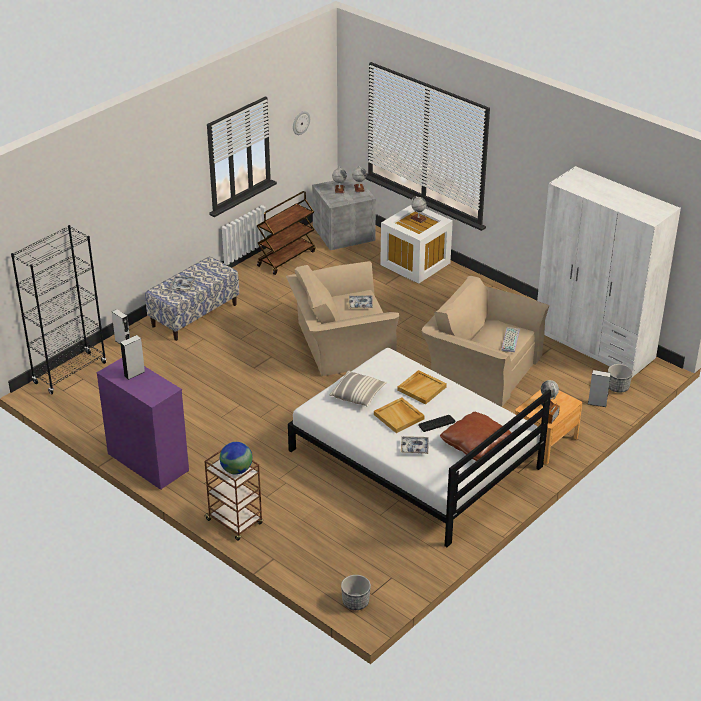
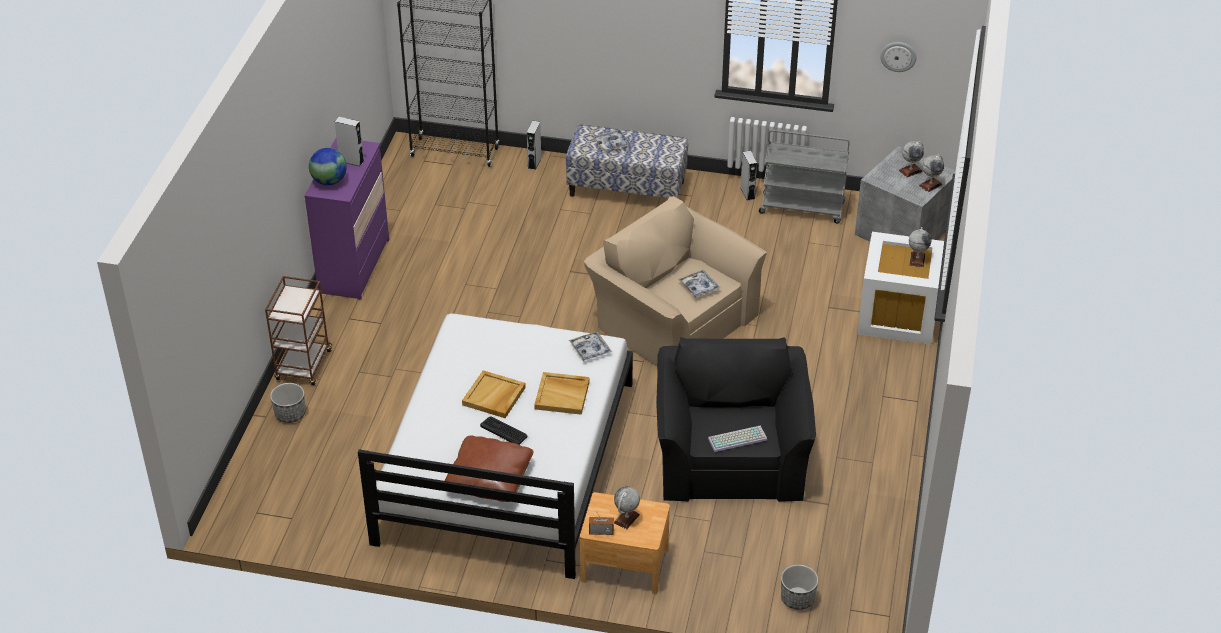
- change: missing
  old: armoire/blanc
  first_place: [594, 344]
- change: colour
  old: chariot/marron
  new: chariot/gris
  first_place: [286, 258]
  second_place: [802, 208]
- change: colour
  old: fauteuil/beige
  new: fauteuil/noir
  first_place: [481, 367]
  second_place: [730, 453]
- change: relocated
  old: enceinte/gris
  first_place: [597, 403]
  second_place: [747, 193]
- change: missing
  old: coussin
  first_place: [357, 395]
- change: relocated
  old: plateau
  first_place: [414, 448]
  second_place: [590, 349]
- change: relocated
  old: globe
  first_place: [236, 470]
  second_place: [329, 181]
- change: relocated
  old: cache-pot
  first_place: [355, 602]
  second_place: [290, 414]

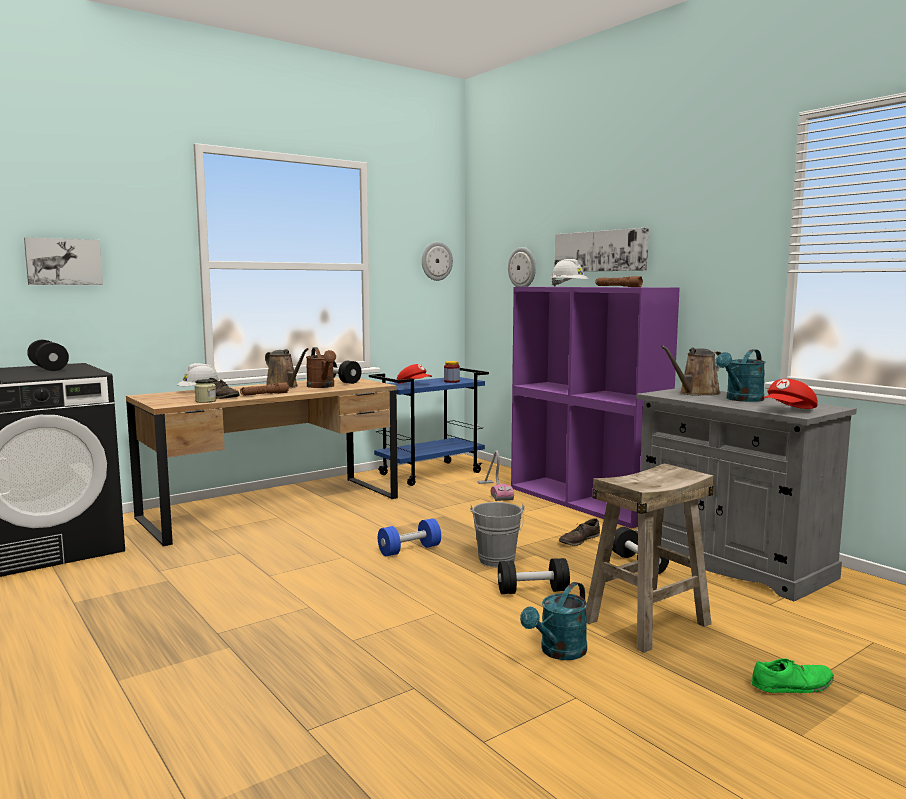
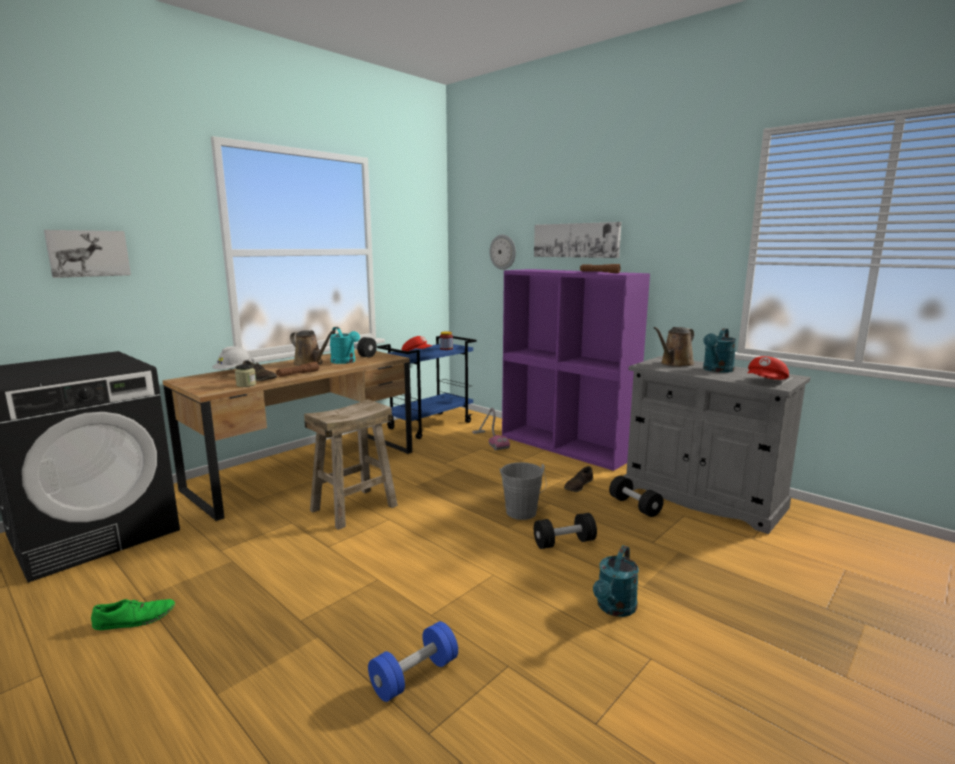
- change: missing
  old: horloge murale
  first_place: [436, 261]
- change: missing
  old: casque de chantier/blanc
  first_place: [568, 286]
- change: missing
  old: haltère/noir
  first_place: [48, 368]
- change: colour
  old: arrosoir/marron
  new: arrosoir/turquoise
  first_place: [322, 386]
  second_place: [345, 362]
- change: relocated
  old: tabouret/beige
  first_place: [647, 623]
  second_place: [354, 508]
- change: relocated
  old: haltère/bleu
  first_place: [409, 550]
  second_place: [414, 676]
- change: relocated
  old: chaussure/vert
  first_place: [792, 685]
  second_place: [135, 619]

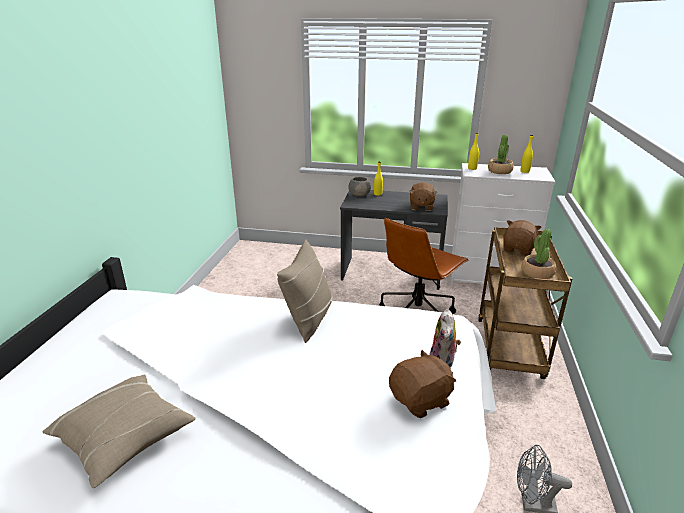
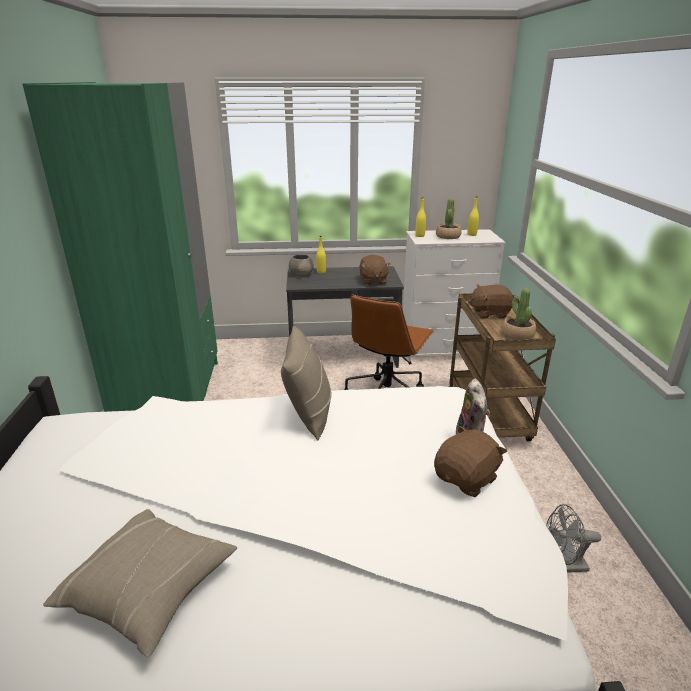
- change: spun
  old: peluche/marron
  first_place: [518, 249]
  second_place: [489, 313]
  degrees: -105
- change: appeared
  new: armoire/vert
  second_place: [171, 396]

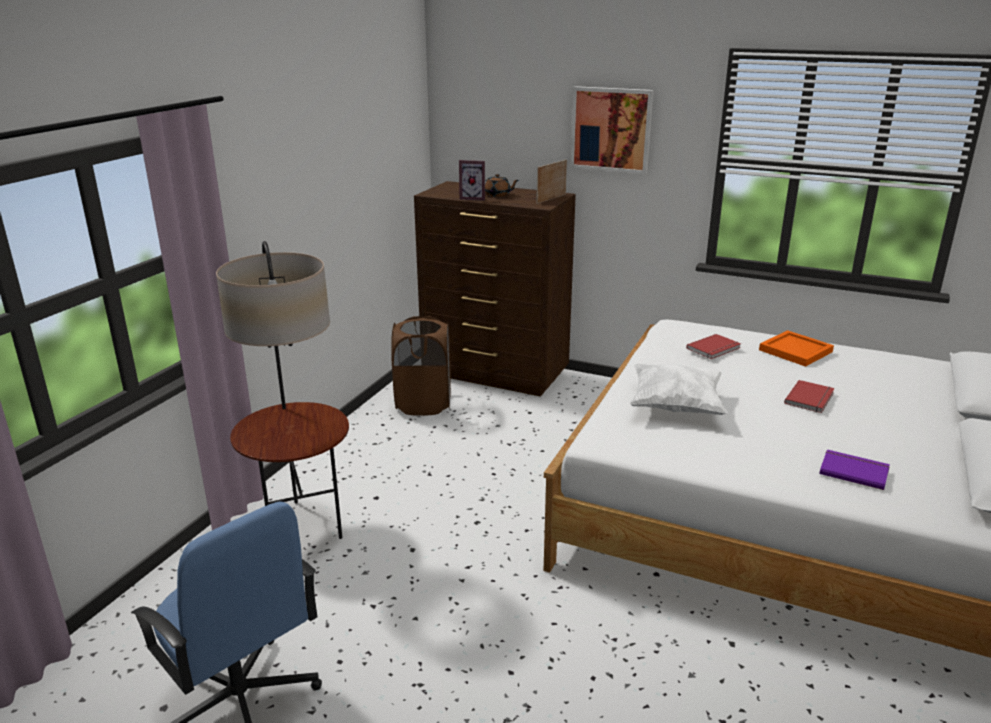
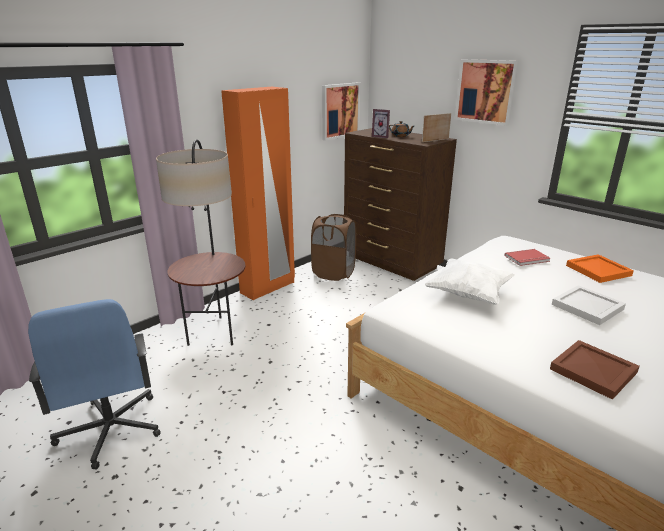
- change: exchanged
  old: livre/rouge
  new: plateau/blanc
  first_place: [811, 398]
  second_place: [588, 307]
- change: exchanged
  old: livre/violet
  new: plateau/marron
  first_place: [853, 471]
  second_place: [592, 370]
- change: appeared
  new: tableau
  second_place: [340, 110]
- change: appeared
  new: armoire/orange
  second_place: [268, 288]

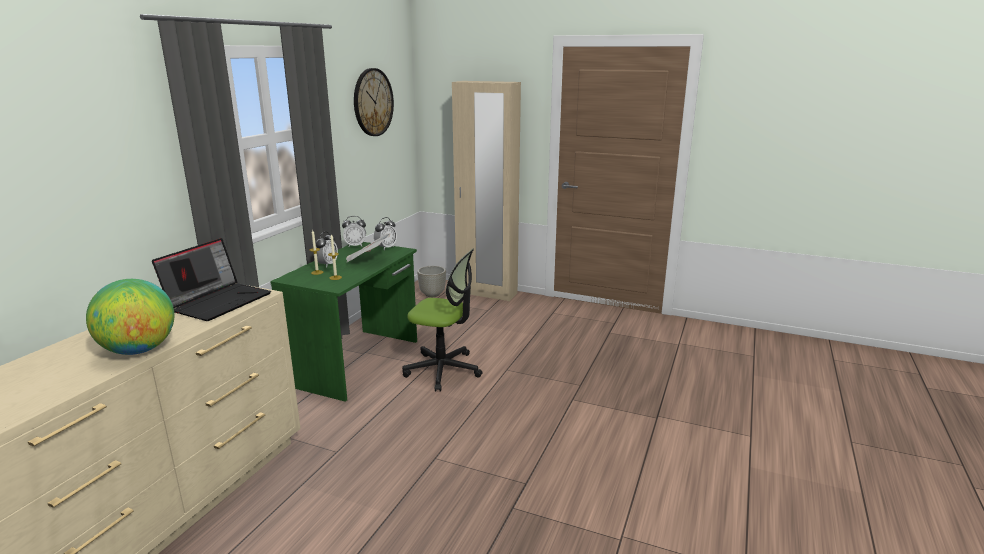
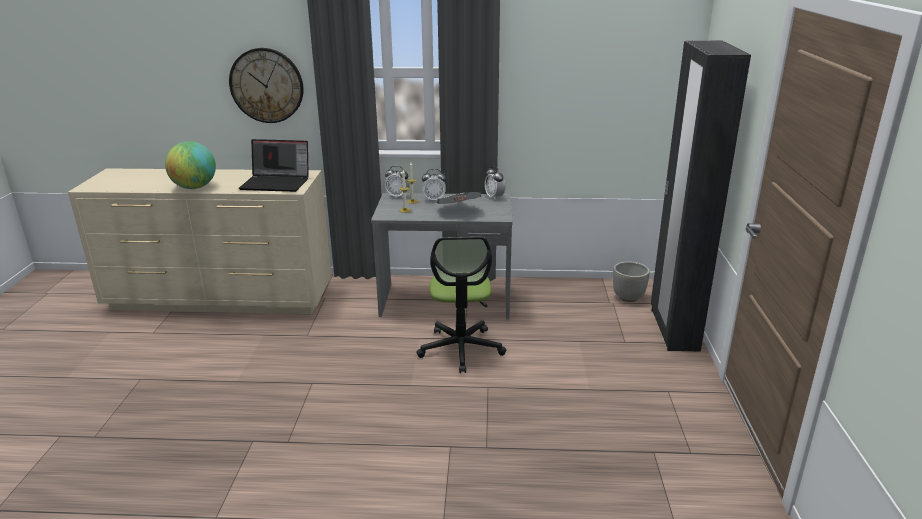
- change: relocated
  old: horloge murale
  first_place: [373, 102]
  second_place: [266, 85]
- change: colour
  old: armoire/beige
  new: armoire/noir
  first_place: [486, 293]
  second_place: [673, 330]
- change: relocated
  old: réveil
  first_place: [386, 248]
  second_place: [397, 196]
- change: colour
  old: bureau/vert
  new: bureau/gris
  first_place: [357, 362]
  second_place: [446, 302]

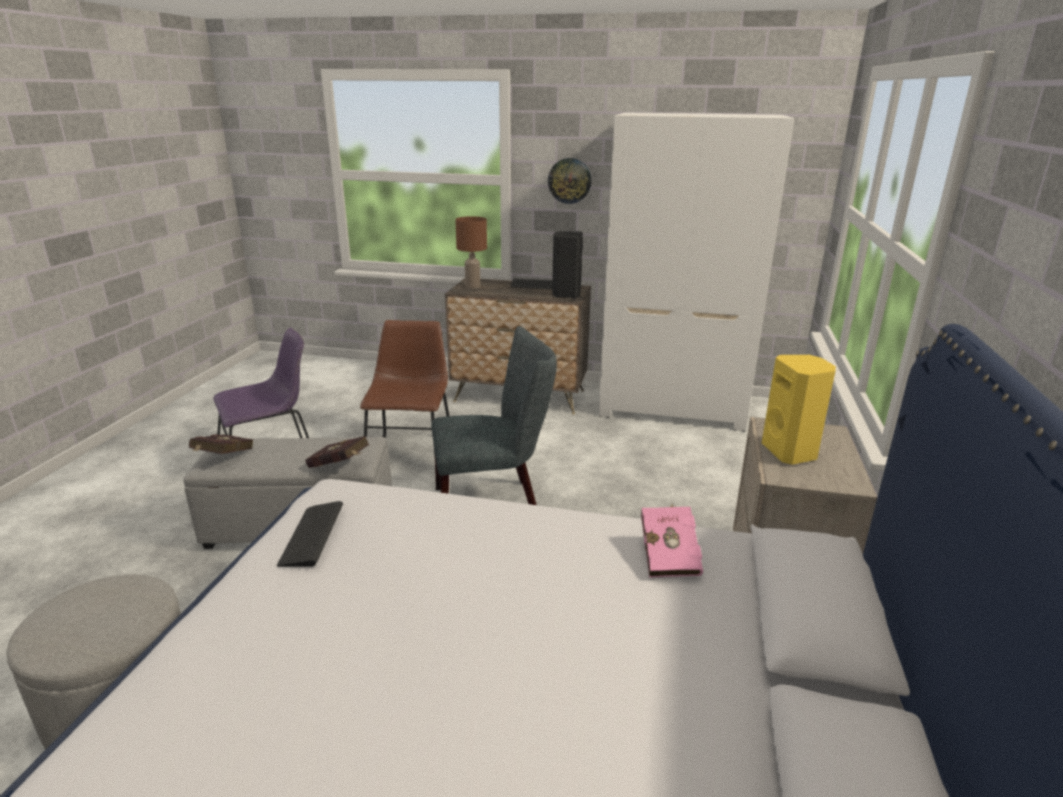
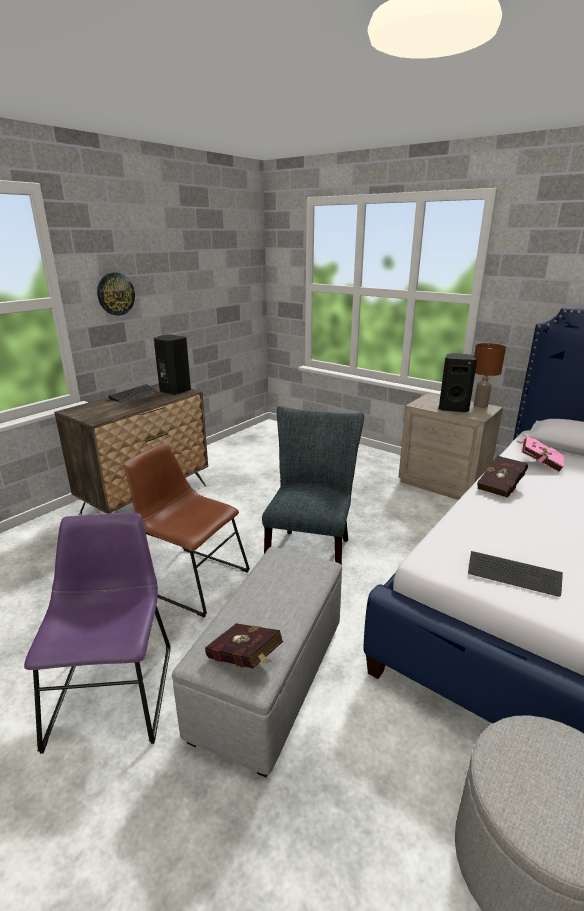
- change: missing
  old: armoire/blanc
  first_place: [673, 406]
- change: relocated
  old: lampe de table/marron
  first_place: [473, 286]
  second_place: [480, 405]
- change: colour
  old: enceinte/jaune
  new: enceinte/noir
  first_place: [791, 452]
  second_place: [453, 408]
- change: relocated
  old: livre/rouge
  first_place: [340, 466]
  second_place: [501, 486]

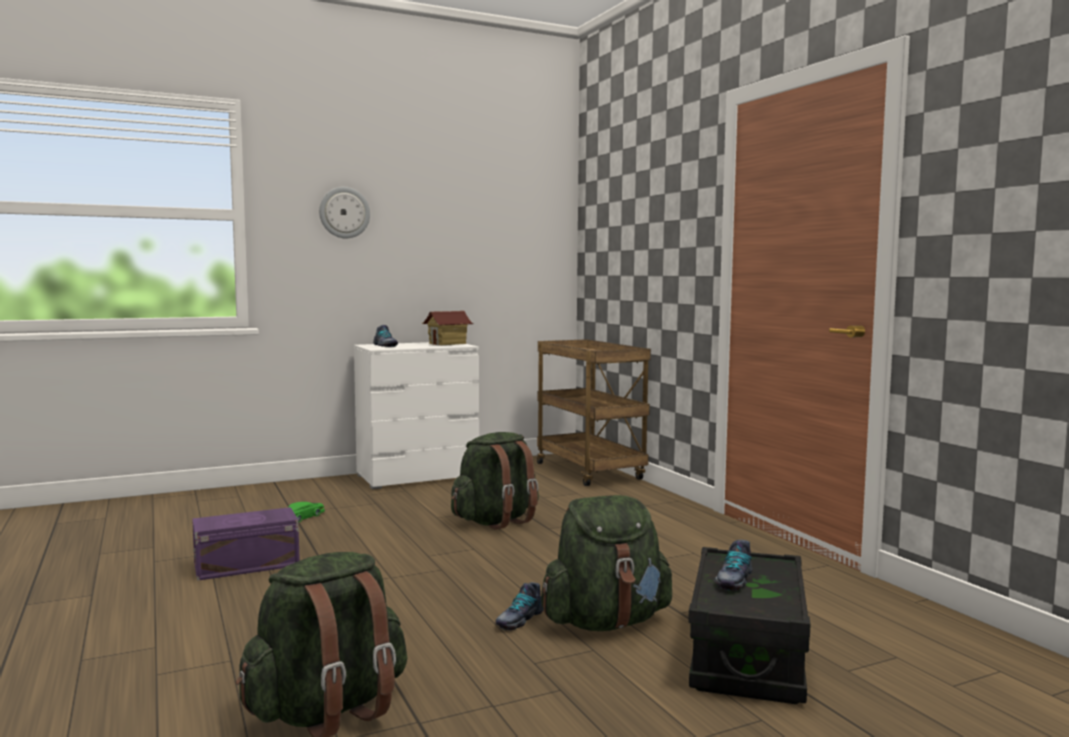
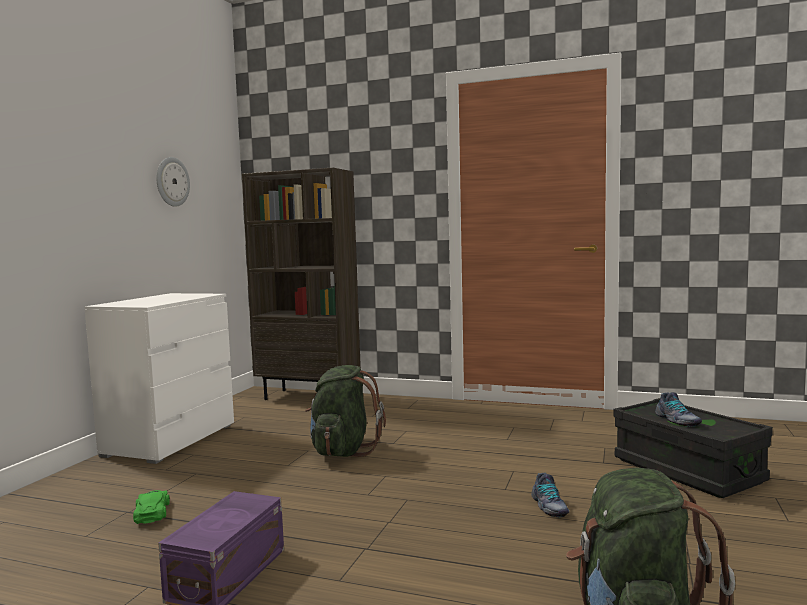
- change: relocated
  old: horloge murale
  first_place: [344, 212]
  second_place: [172, 182]
- change: missing
  old: maison miniature
  first_place: [448, 344]
- change: missing
  old: chaussure
  first_place: [385, 345]
- change: exchanged
  old: chariot/marron
  new: bibliothèque/marron
  first_place: [591, 472]
  second_place: [309, 397]
- change: missing
  old: sac à dos/vert
  first_place: [606, 622]

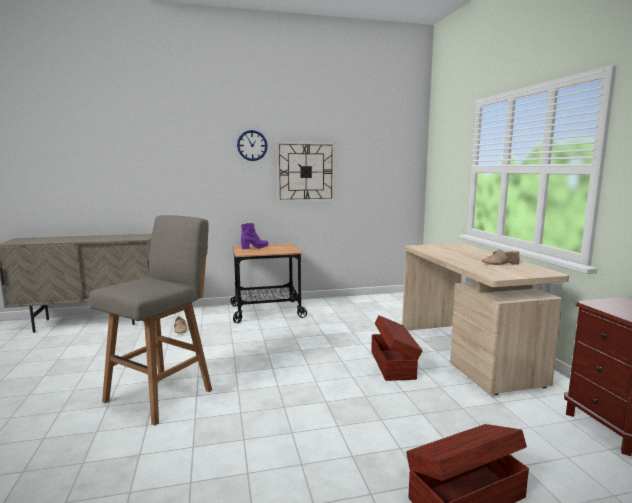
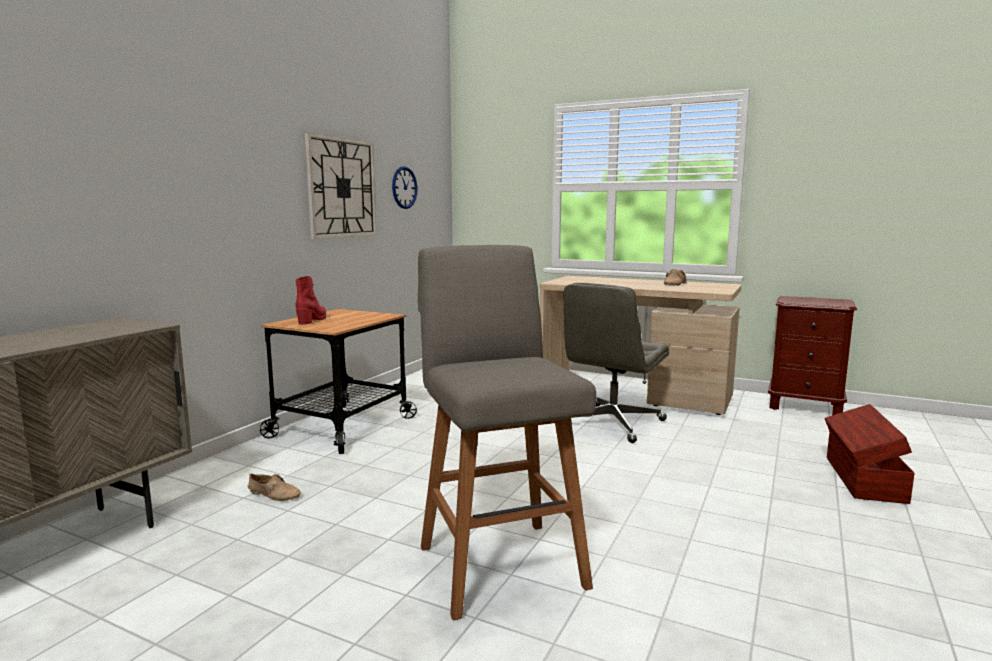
- change: relocated
  old: horloge murale
  first_place: [252, 145]
  second_place: [404, 187]
- change: colour
  old: botte/violet
  new: botte/rouge
  first_place: [255, 247]
  second_place: [312, 320]
- change: exchanged
  old: boîte de rangement/marron
  new: chaise de bureau/gris
  first_place: [393, 364]
  second_place: [612, 424]

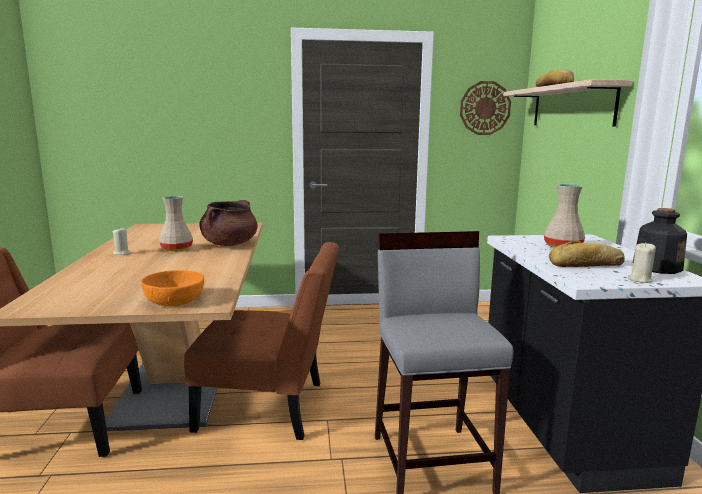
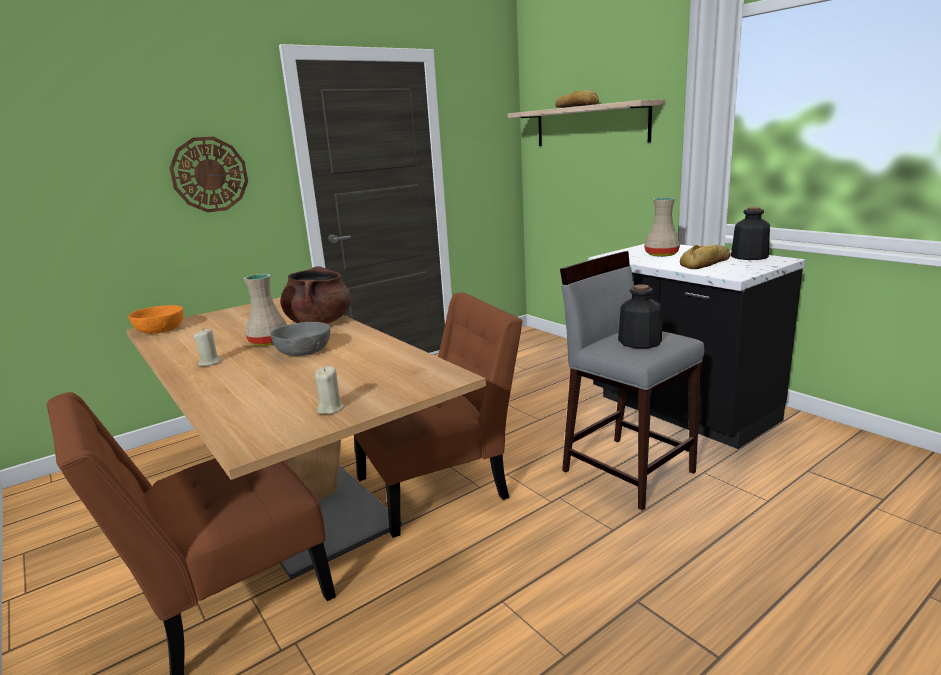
- change: relocated
  old: horloge murale
  first_place: [485, 108]
  second_place: [209, 174]
- change: relocated
  old: bougie/beige
  first_place: [640, 280]
  second_place: [330, 409]
- change: relocated
  old: bol/orange
  first_place: [175, 300]
  second_place: [160, 330]
- change: appeared
  new: bouteille
  second_place: [639, 342]
- change: appeared
  new: bol/gris
  second_place: [303, 351]

